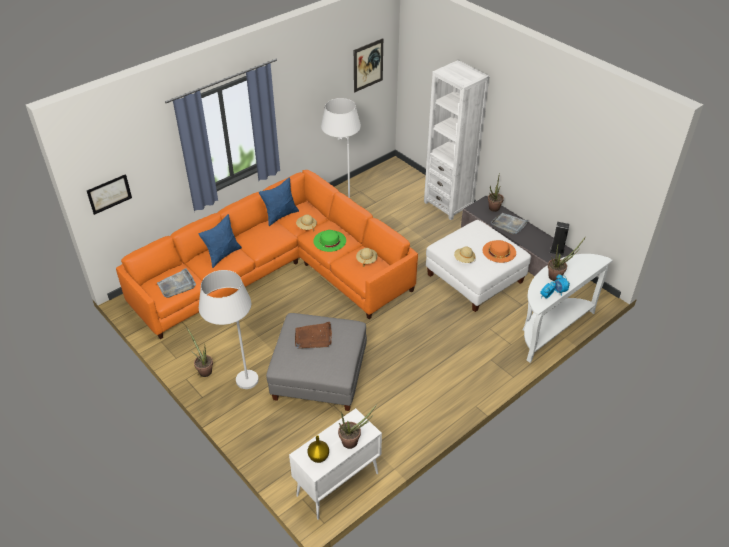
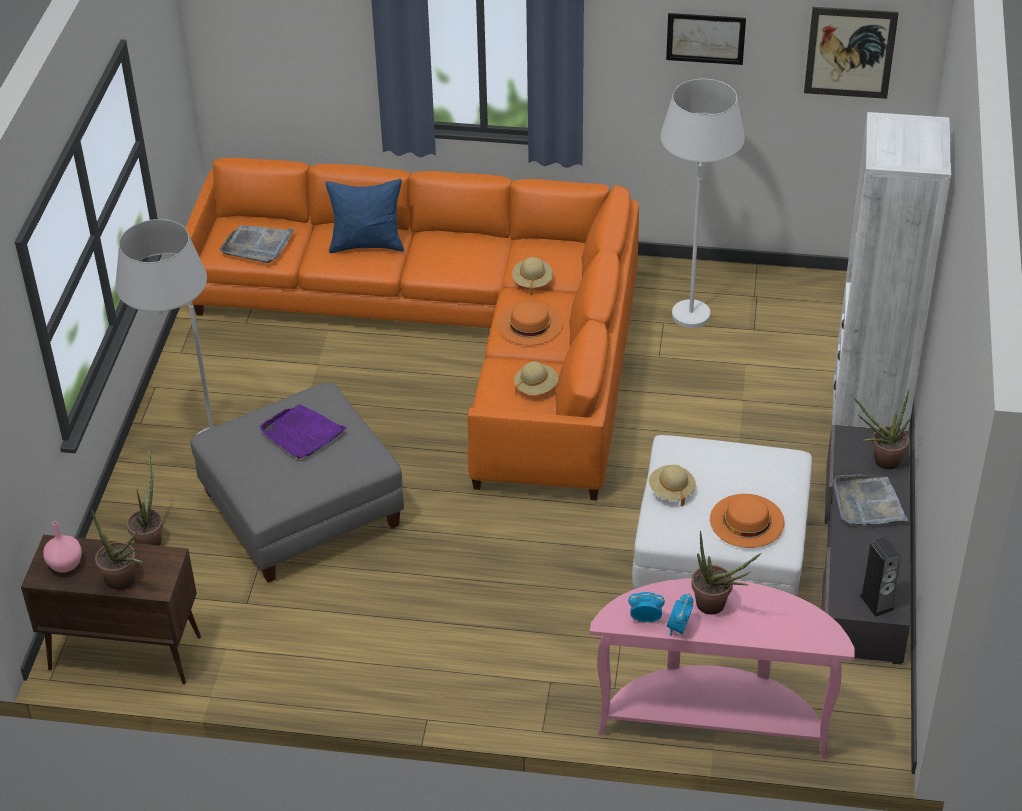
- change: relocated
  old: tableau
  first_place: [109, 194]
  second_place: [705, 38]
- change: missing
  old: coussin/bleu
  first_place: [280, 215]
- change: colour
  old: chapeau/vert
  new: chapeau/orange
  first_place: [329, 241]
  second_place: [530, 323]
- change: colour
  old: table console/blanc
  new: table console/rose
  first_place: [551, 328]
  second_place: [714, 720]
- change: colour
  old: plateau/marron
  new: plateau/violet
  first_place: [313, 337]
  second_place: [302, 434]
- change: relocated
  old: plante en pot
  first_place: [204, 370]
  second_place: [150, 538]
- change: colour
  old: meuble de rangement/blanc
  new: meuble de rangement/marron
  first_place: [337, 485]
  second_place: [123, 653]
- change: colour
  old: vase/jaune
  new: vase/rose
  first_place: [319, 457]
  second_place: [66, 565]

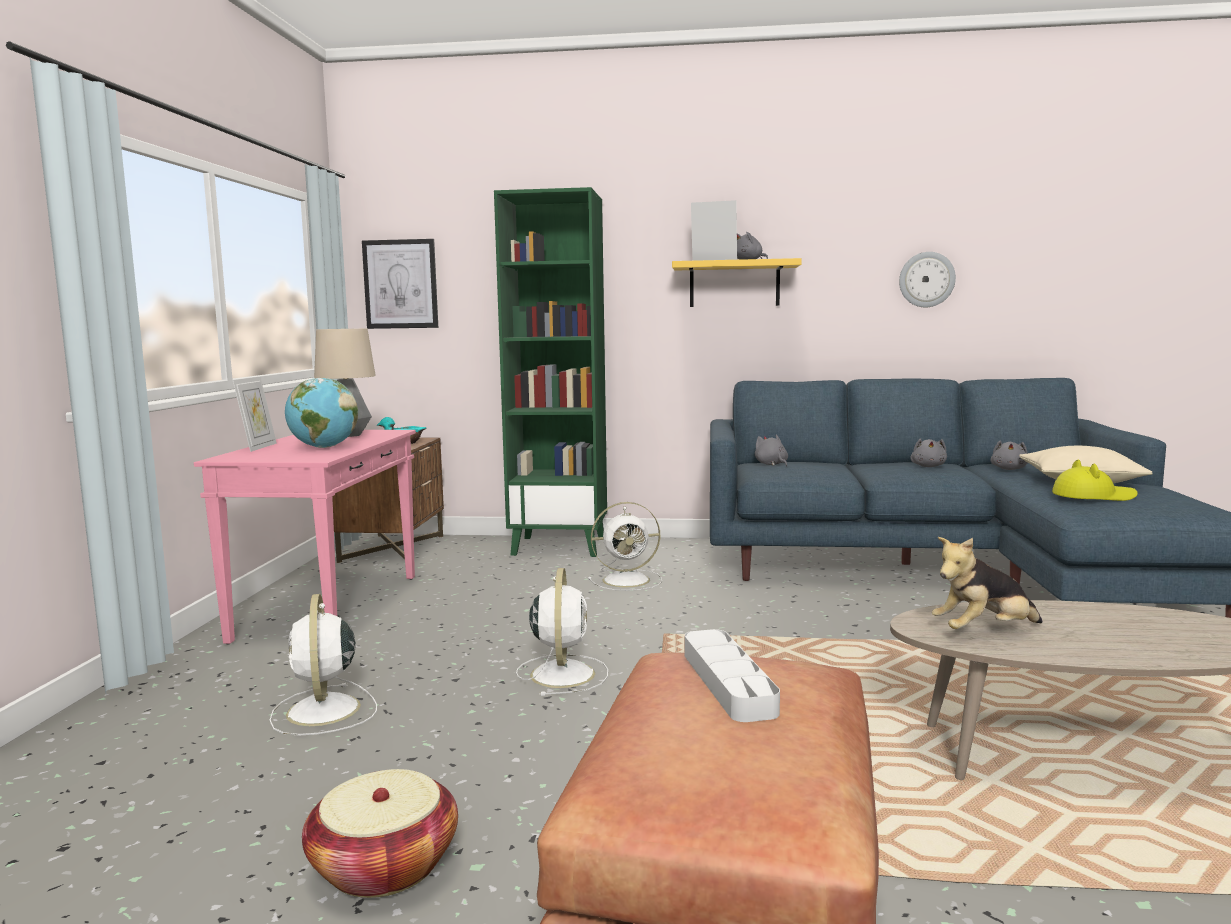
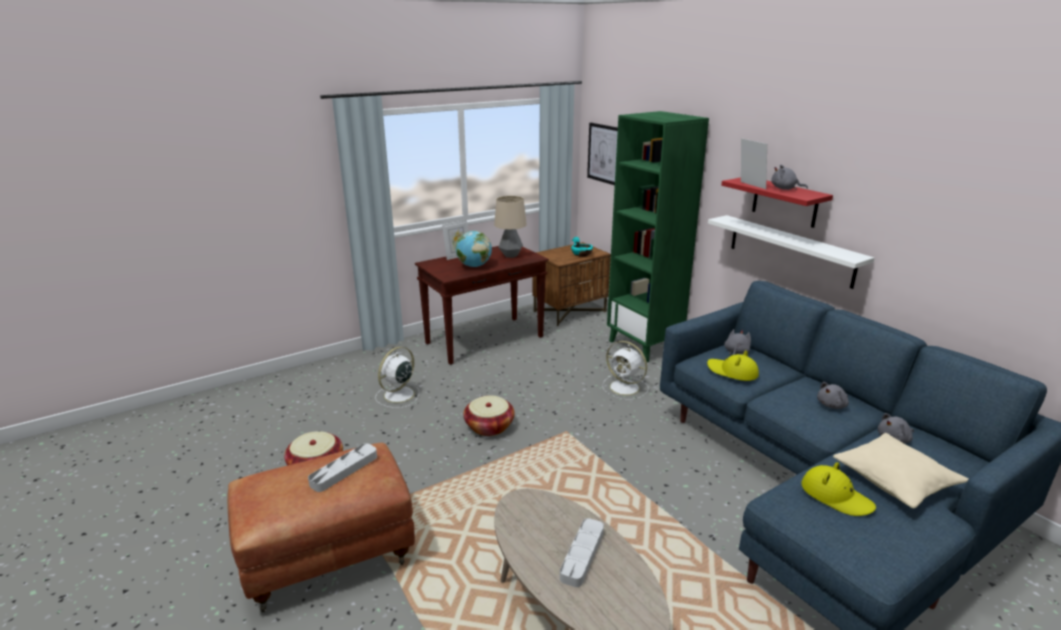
- change: missing
  old: horloge murale
  first_place: [926, 279]
- change: colour
  old: étagère/jaune
  new: étagère/rouge
  first_place: [734, 284]
  second_place: [785, 202]
- change: colour
  old: table console/rose
  new: table console/marron
  first_place: [329, 607]
  second_place: [485, 340]
- change: missing
  old: peluche
  first_place: [984, 632]
- change: exchanged
  old: ventilateur/blanc
  new: panier
  first_place: [562, 673]
  second_place: [489, 426]
- change: appeared
  new: étagère/blanc
  second_place: [790, 250]
- change: appeared
  new: chapeau/jaune
  second_place: [732, 372]
- change: appeared
  new: plateau/gris
  second_place: [582, 555]

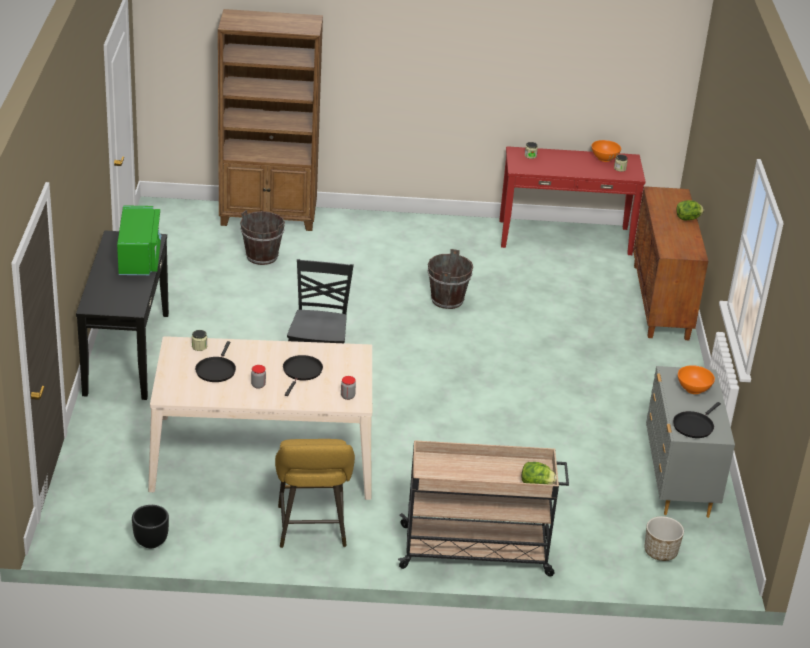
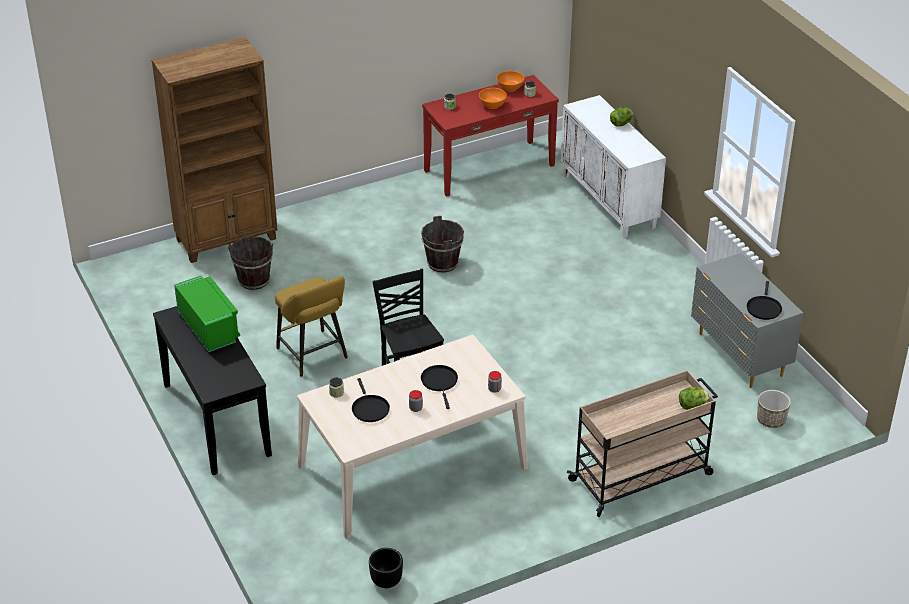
- change: colour
  old: meuble de rangement/marron
  new: meuble de rangement/blanc
  first_place: [661, 302]
  second_place: [609, 201]
- change: relocated
  old: bol/orange
  first_place: [693, 389]
  second_place: [492, 105]
- change: relocated
  old: tabouret/jaune
  first_place: [312, 530]
  second_place: [314, 356]

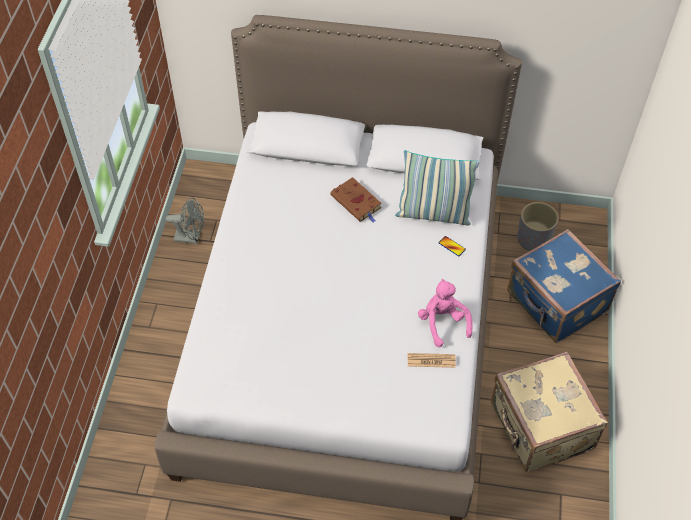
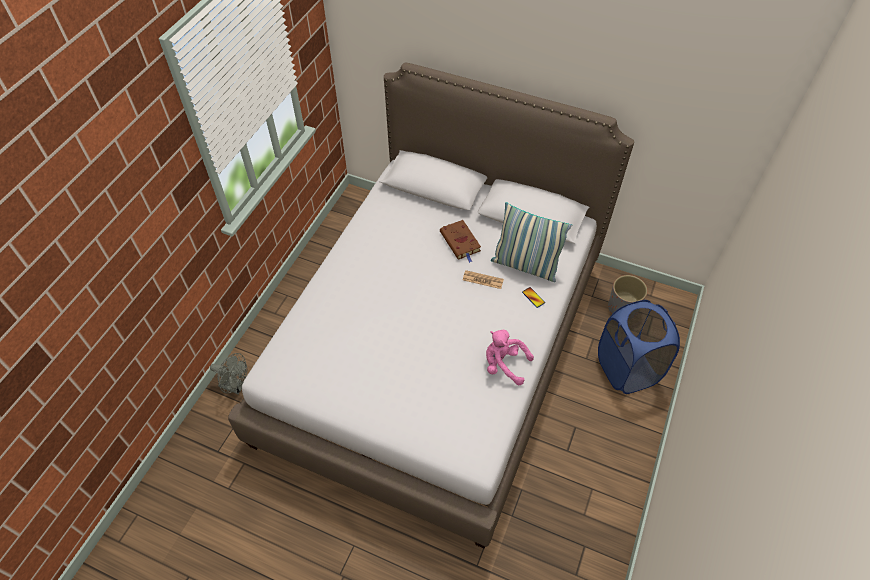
- change: relocated
  old: ventilateur/gris
  first_place: [191, 237]
  second_place: [236, 386]
- change: exchanged
  old: valise/bleu
  new: panier à linge/bleu
  first_place: [555, 303]
  second_place: [627, 369]
- change: spun
  old: peluche/rose
  first_place: [443, 323]
  second_place: [504, 365]
  degrees: -60
- change: missing
  old: valise/beige
  first_place: [539, 427]
- change: relocated
  old: journal
  first_place: [431, 360]
  second_place: [483, 280]

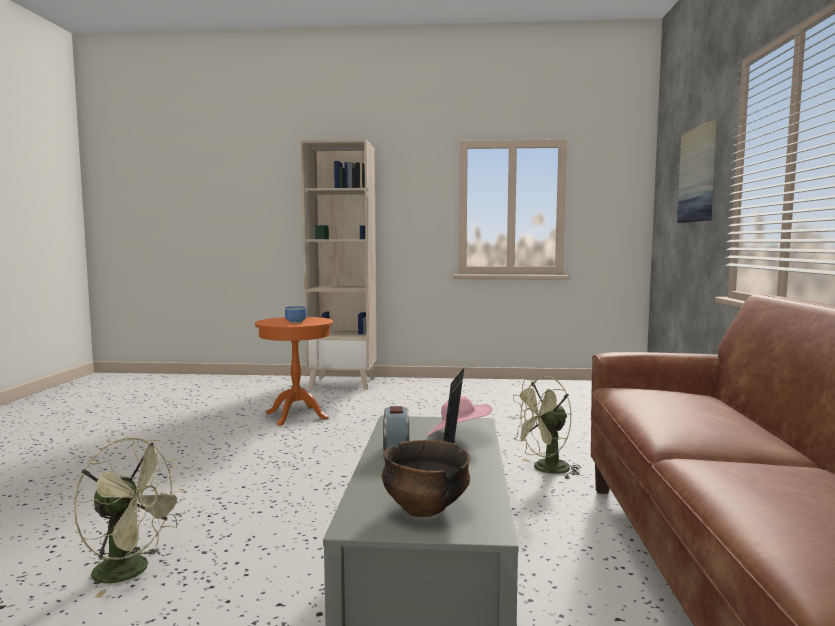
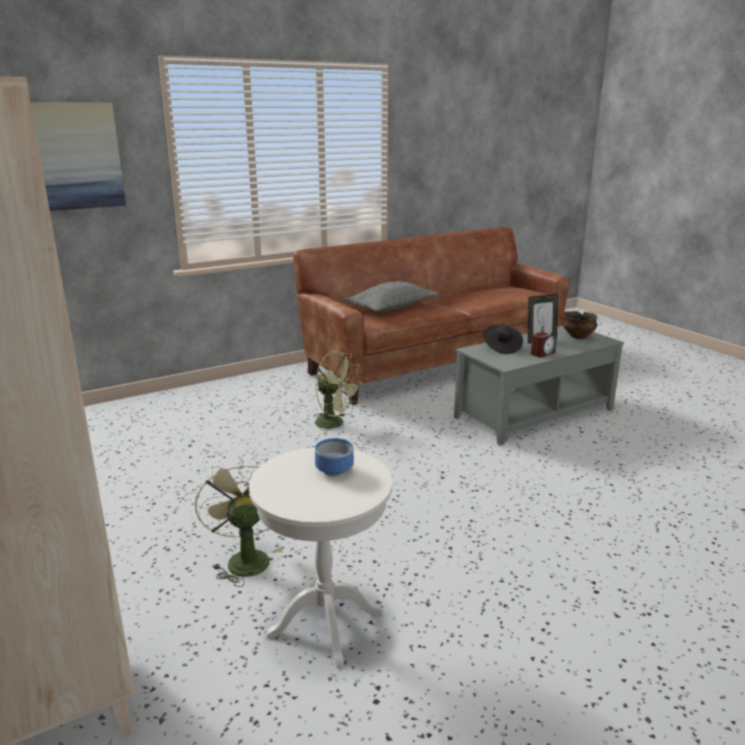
- change: colour
  old: table d'appoint/orange
  new: table d'appoint/blanc
  first_place: [297, 415]
  second_place: [325, 623]
- change: colour
  old: chapeau/rose
  new: chapeau/noir
  first_place: [458, 437]
  second_place: [501, 348]
- change: relocated
  old: ventilateur/vert
  first_place: [132, 571]
  second_place: [246, 558]
- change: appeared
  new: coussin/gris
  second_place: [392, 308]

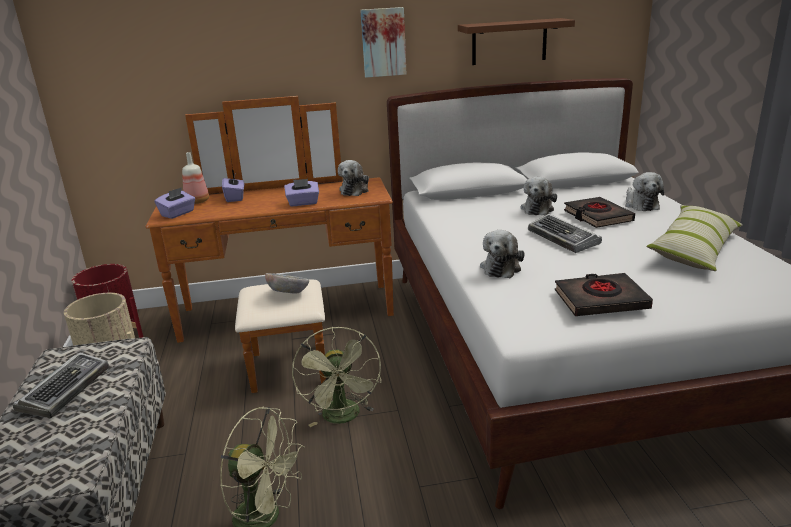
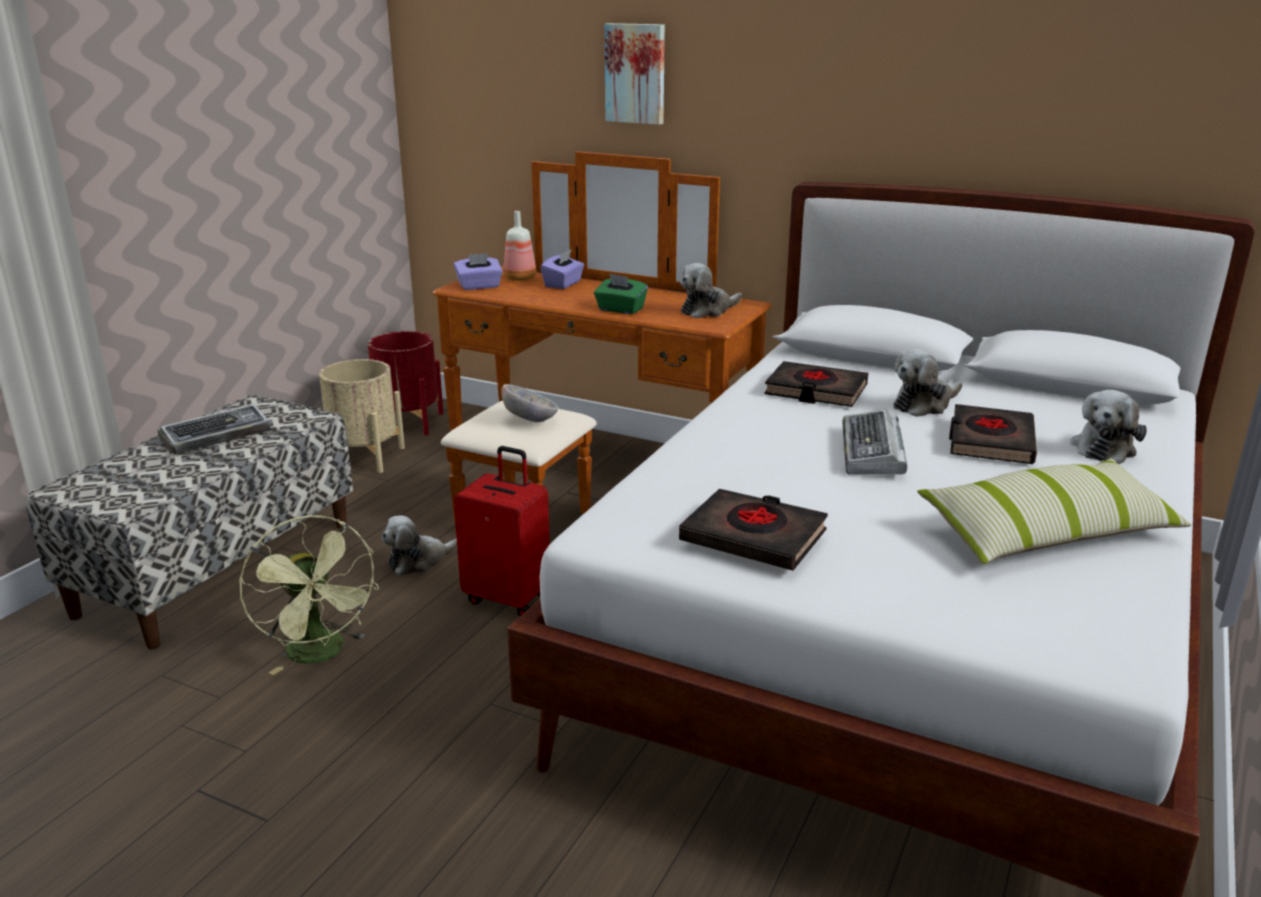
- change: relocated
  old: tableau
  first_place: [383, 42]
  second_place: [636, 73]
- change: missing
  old: étagère/marron
  first_place: [509, 42]
- change: colour
  old: boîte à mouchoirs/violet
  new: boîte à mouchoirs/vert
  first_place: [303, 203]
  second_place: [620, 310]
- change: relocated
  old: peluche
  first_place: [501, 267]
  second_place: [419, 561]
- change: exchanged
  old: ventilateur/vert
  new: valise/rouge
  first_place: [343, 418]
  second_place: [509, 598]
- change: appeared
  new: livre/noir
  second_place: [815, 391]

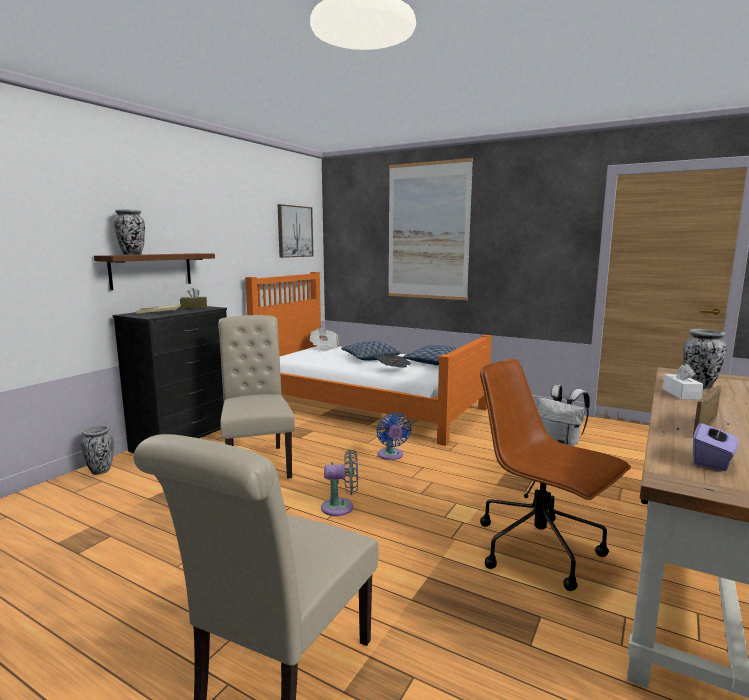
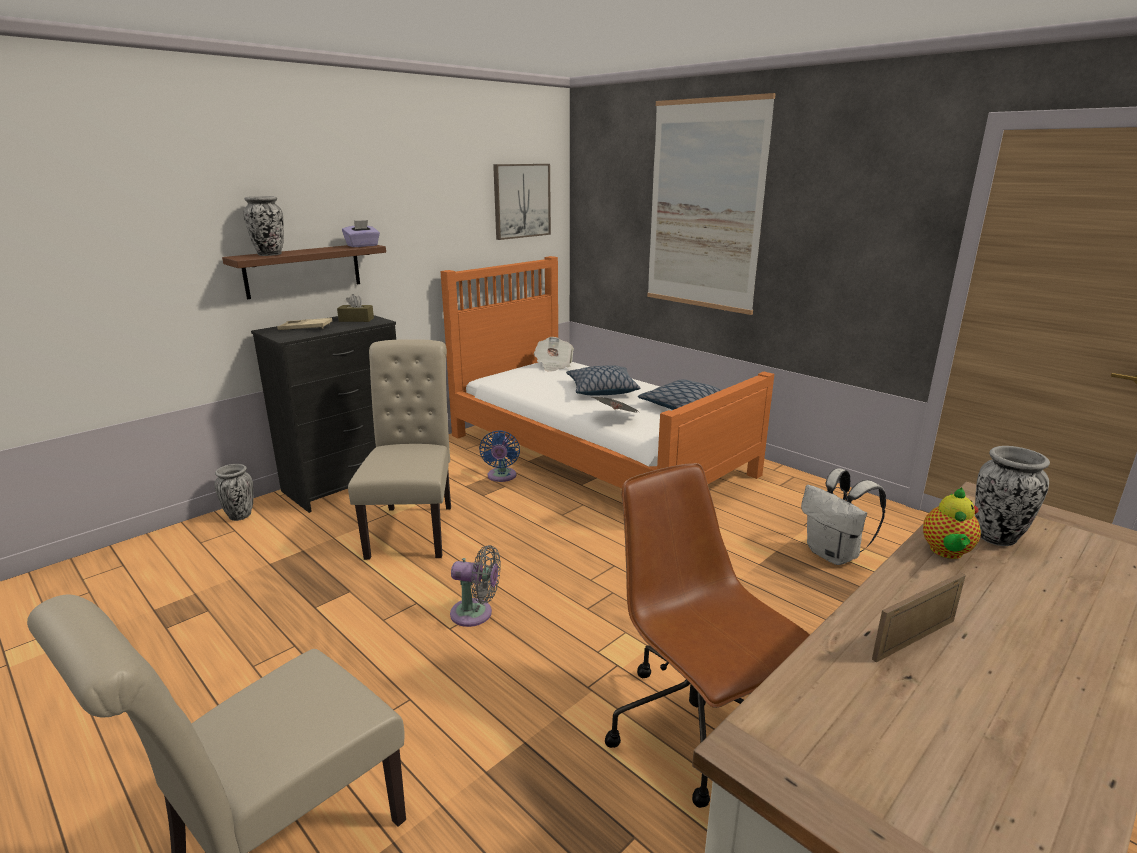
- change: exchanged
  old: boîte à mouchoirs/blanc
  new: théière
  first_place: [681, 394]
  second_place: [946, 552]
- change: relocated
  old: ventilateur/bleu
  first_place: [391, 456]
  second_place: [501, 477]
- change: relocated
  old: boîte à mouchoirs/violet
  first_place: [712, 461]
  second_place: [362, 246]

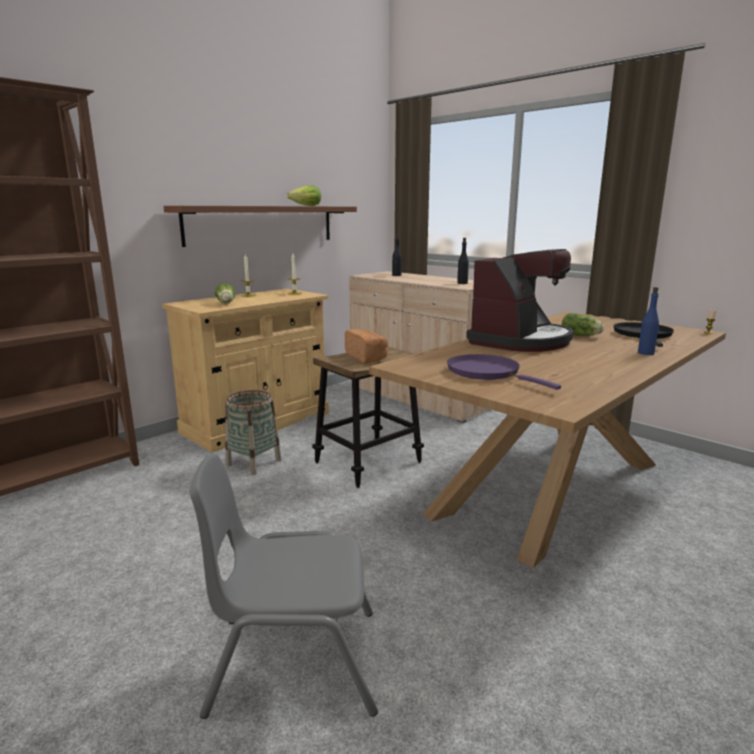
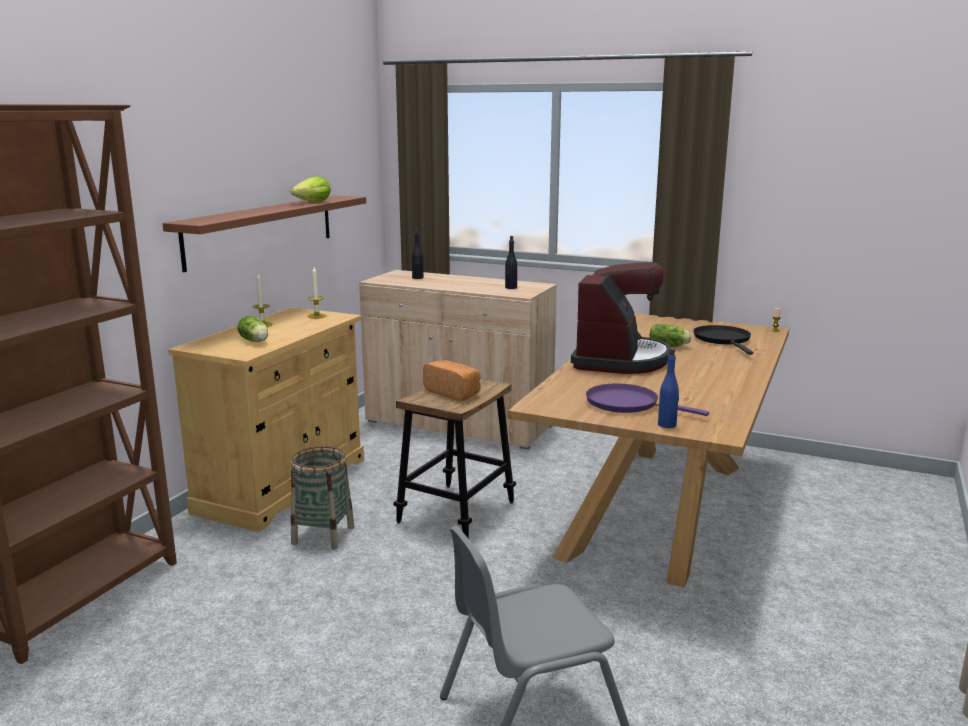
- change: relocated
  old: bouteille/bleu
  first_place: [646, 353]
  second_place: [667, 425]

